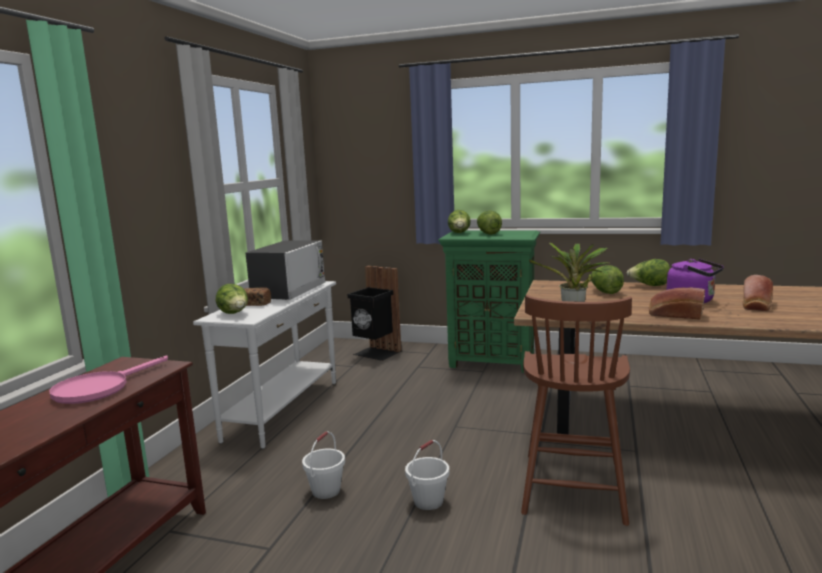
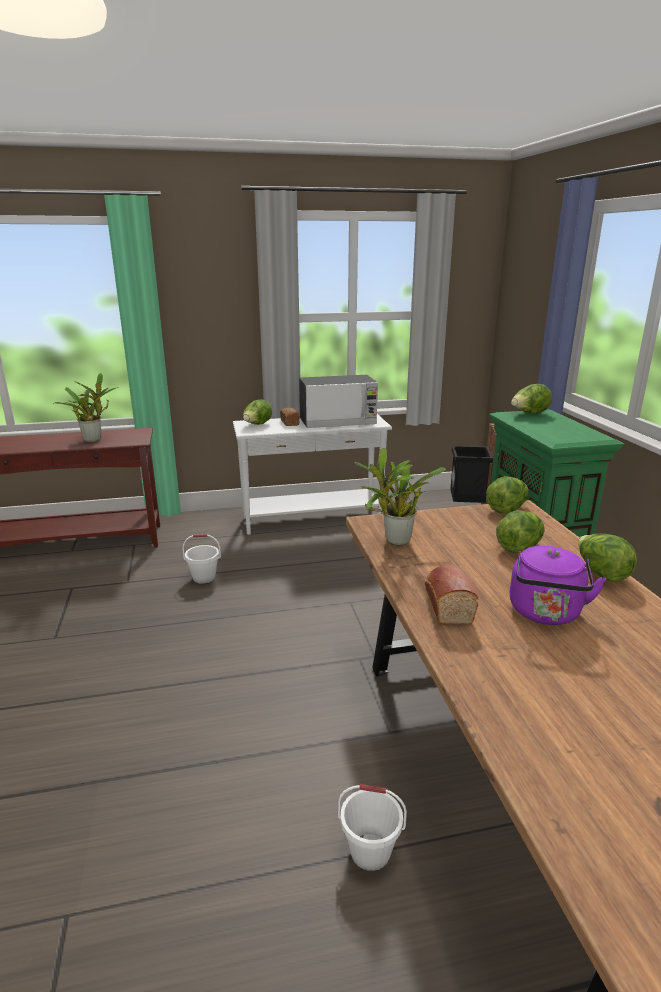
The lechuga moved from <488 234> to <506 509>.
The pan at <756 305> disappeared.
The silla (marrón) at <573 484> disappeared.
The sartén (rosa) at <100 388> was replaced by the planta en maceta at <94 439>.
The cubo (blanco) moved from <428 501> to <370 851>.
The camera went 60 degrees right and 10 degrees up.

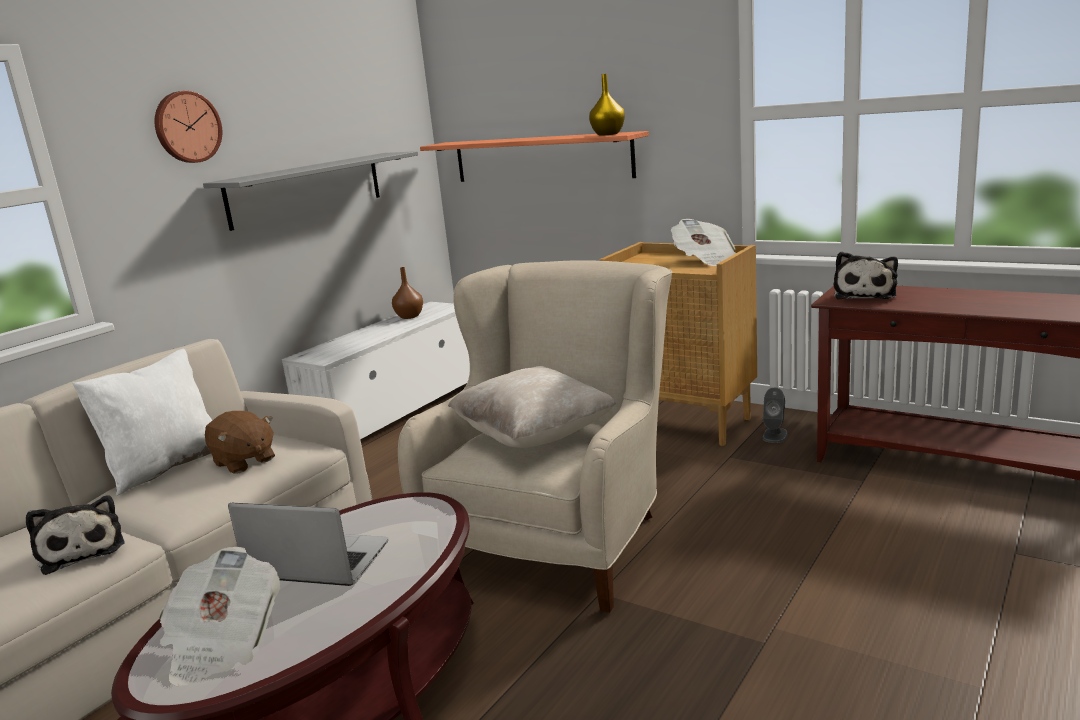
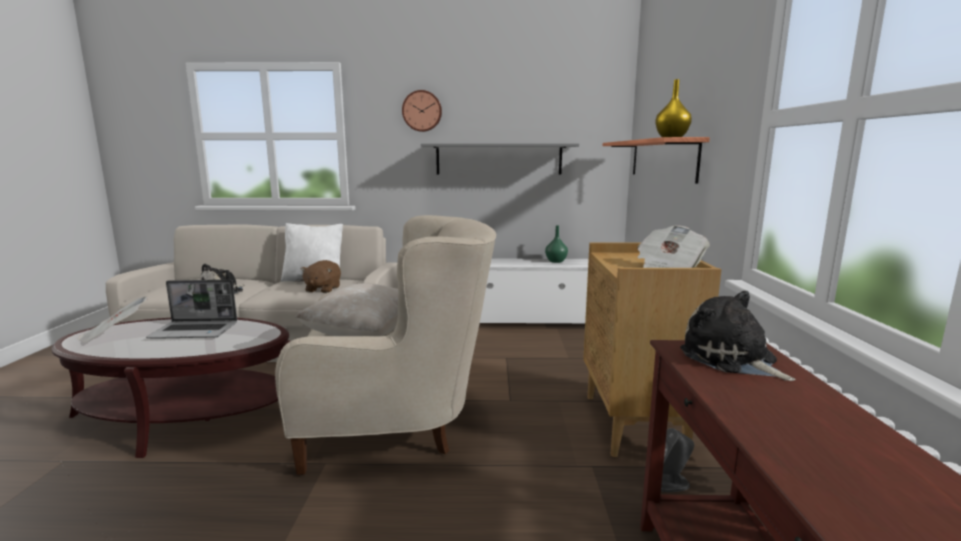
The peluche at <865 294> turned 75 degrees clockwise.
The florero (marrón) at <409 316> became the florero (verde) at <555 261>.
The portátil at <316 562> turned 105 degrees clockwise.
The camera went 55 degrees right and 5 degrees down.

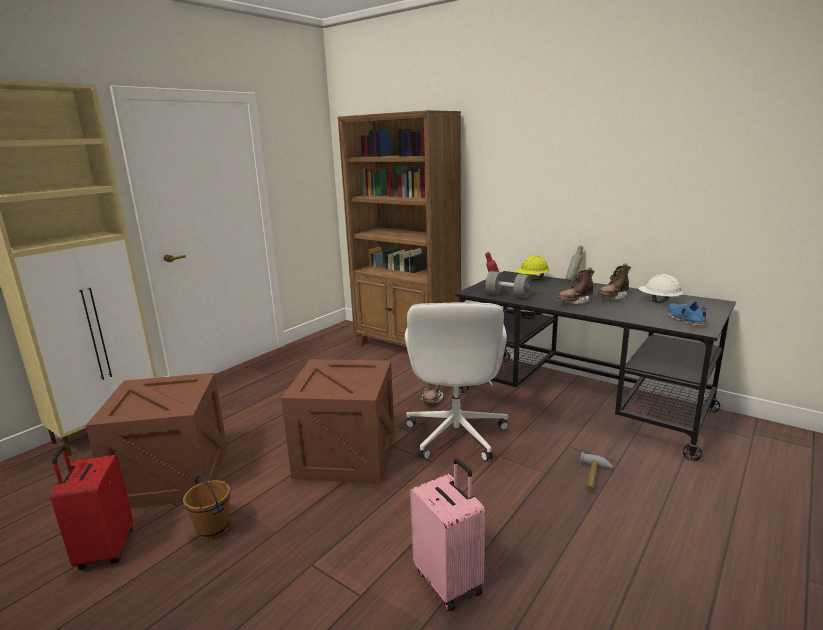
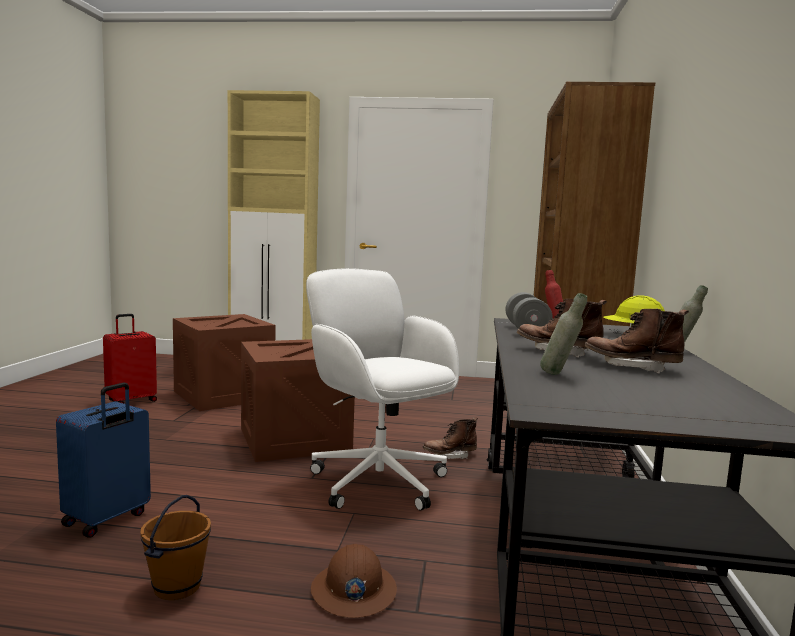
The casco (blanco) at <658 301> disappeared.
The zapato (azul) at <685 320> disappeared.
The silla de oficina (blanco) at <456 435> turned 75 degrees clockwise.
The martillo at <594 477> was replaced by the casco (marrón) at <353 591>.
The maleta (rosa) at <450 581> became the maleta (azul) at <107 519>.
The cubo (marrón) moved from <213 530> to <176 587>.
The botella (gris) at <559 375> appeared.
The camera went 60 degrees right and 10 degrees down.

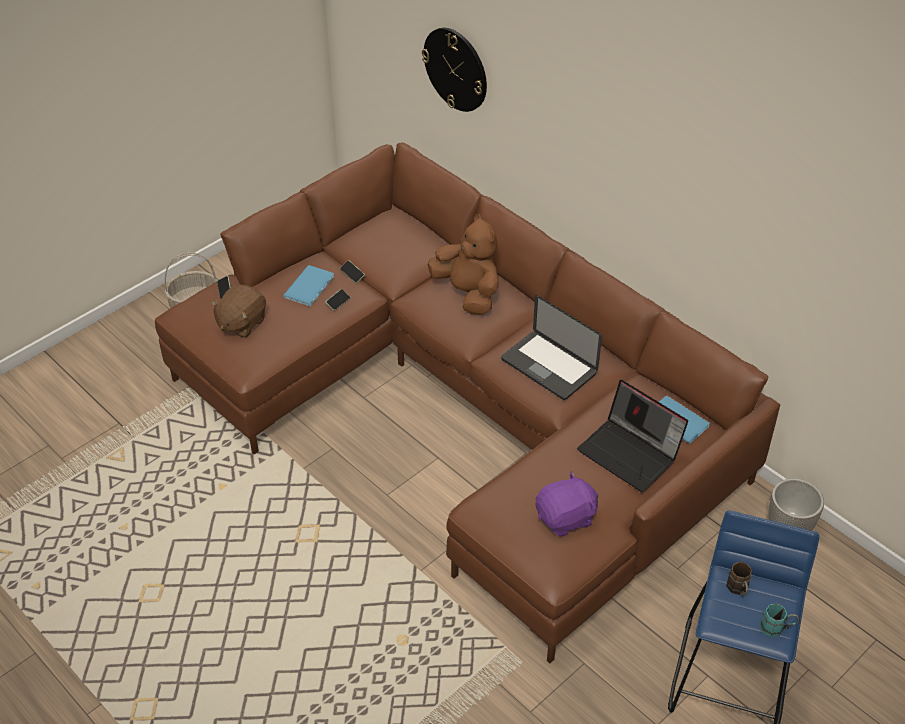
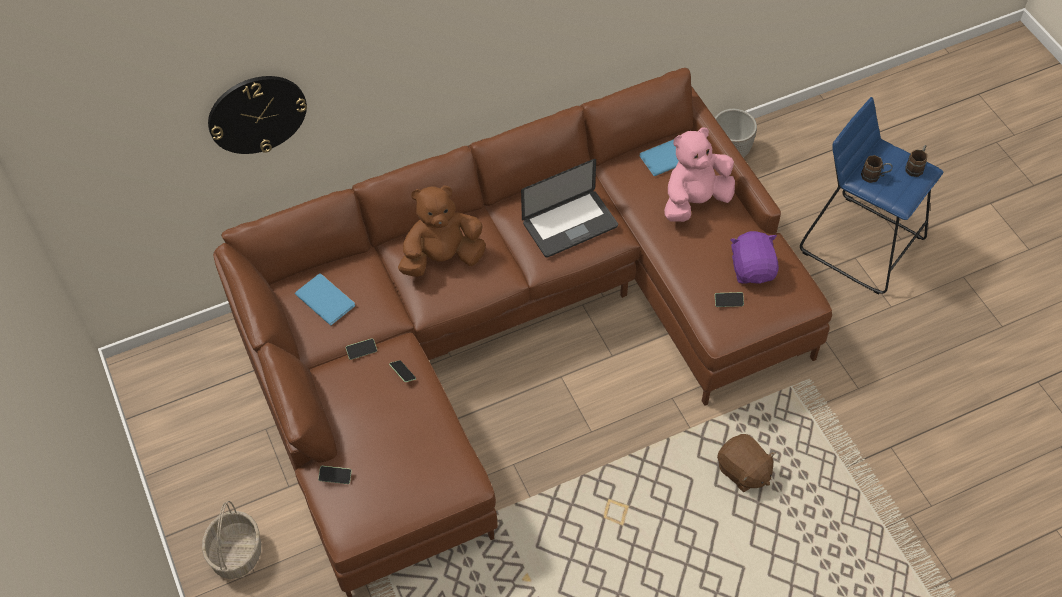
The libro (azul) moved from <311 286> to <325 298>.
The peluche (marrón) moved from <241 323> to <743 471>.
The portátil at <630 453> was replaced by the peluche (rosa) at <695 201>.
The taza grande (turquesa) at <777 628> became the taza grande (marrón) at <916 167>.
The móvil at <728 302> appeared.
The camera went 70 degrees left and 10 degrees up.

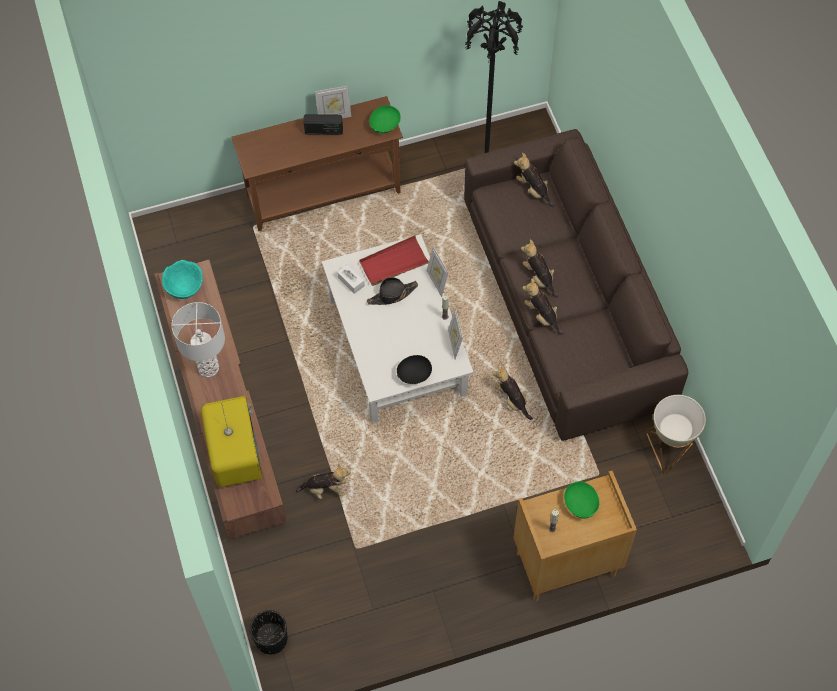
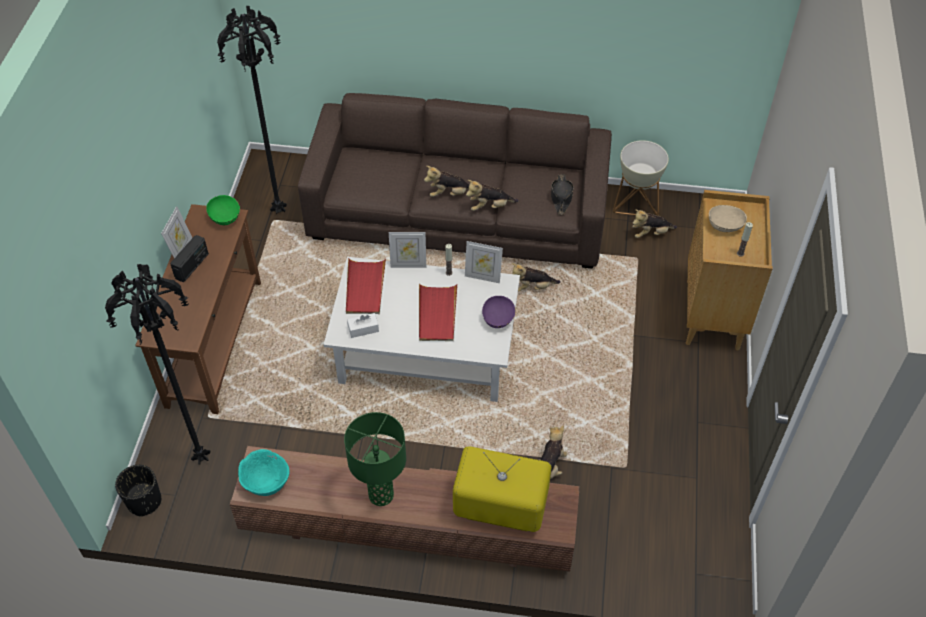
The peluche moved from <533 190> to <650 233>.
The sombrero (negro) moved from <392 295> to <561 197>.
The lámpara de mesa (blanco) at <208 368> became the lámpara de mesa (verde) at <381 495>.
The cuenco (negro) at <414 375> became the cuenco (morado) at <498 319>.
The cuenco (verde) at <581 504> became the cuenco (beis) at <725 225>.
The maceta (negro) moved from <271 639> to <144 501>.
The lámpara de pie (negro) at <201 460> appeared.
The bandeja (rojo) at <437 314> appeared.
The camera went 65 degrees left and 10 degrees down.

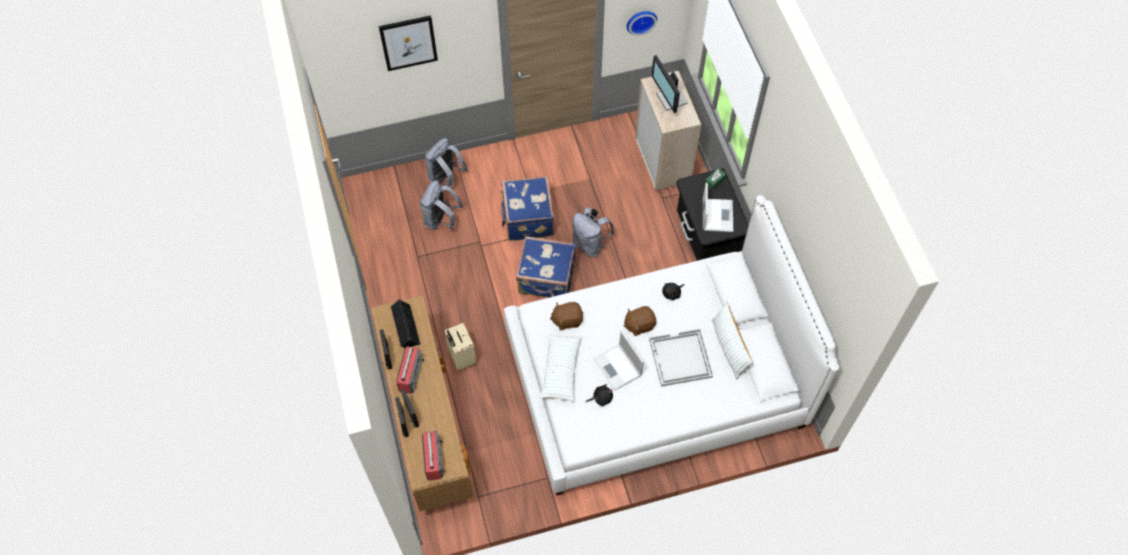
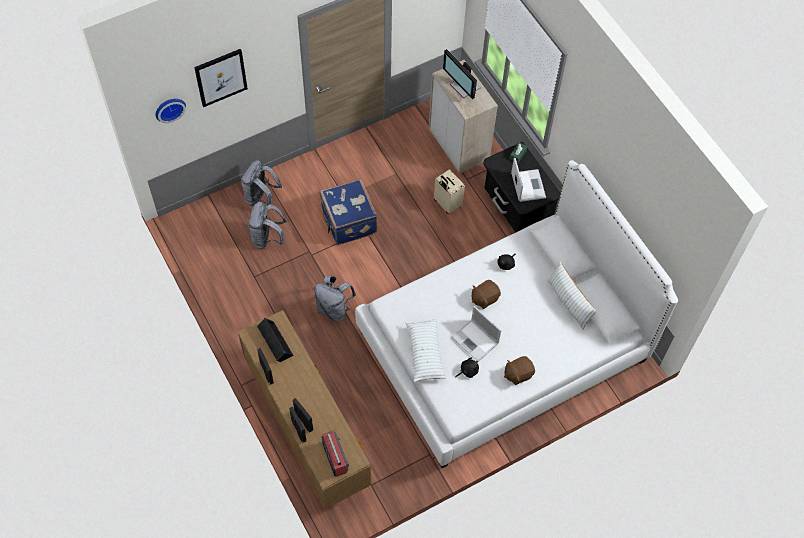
The reloj de pared moved from <640 20> to <169 108>.
The mochila (gris) moved from <590 244> to <334 309>.
The maleta (azul) at <546 279> disappeared.
The peluche (marrón) moved from <567 320> to <518 374>.
The maleta (beis) moved from <461 357> to <446 204>.
The bandeja (blanco) at <680 359> disappeared.
The radio at <411 374> disappeared.
The camera went 15 degrees left and 0 degrees up.

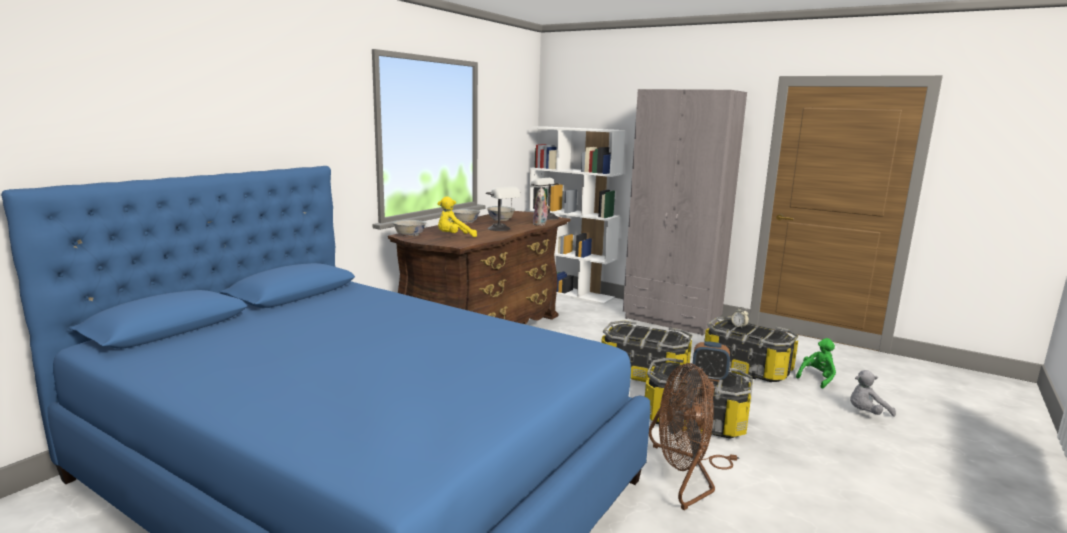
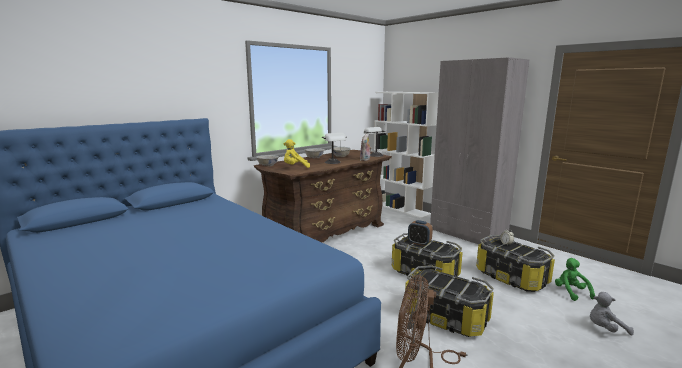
The peluche (verde) at <817 378> turned 75 degrees counterclockwise.
The despertador moved from <709 377> to <419 243>.
The camera went 15 degrees right and 0 degrees up.

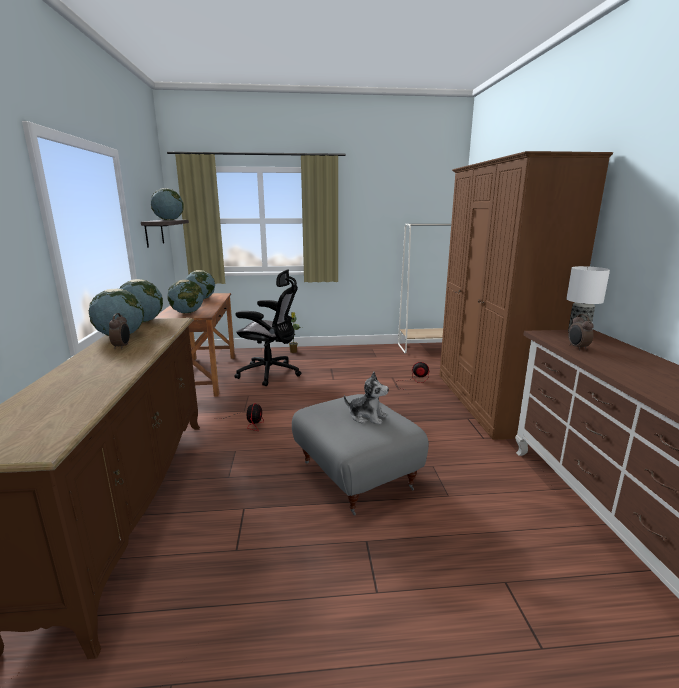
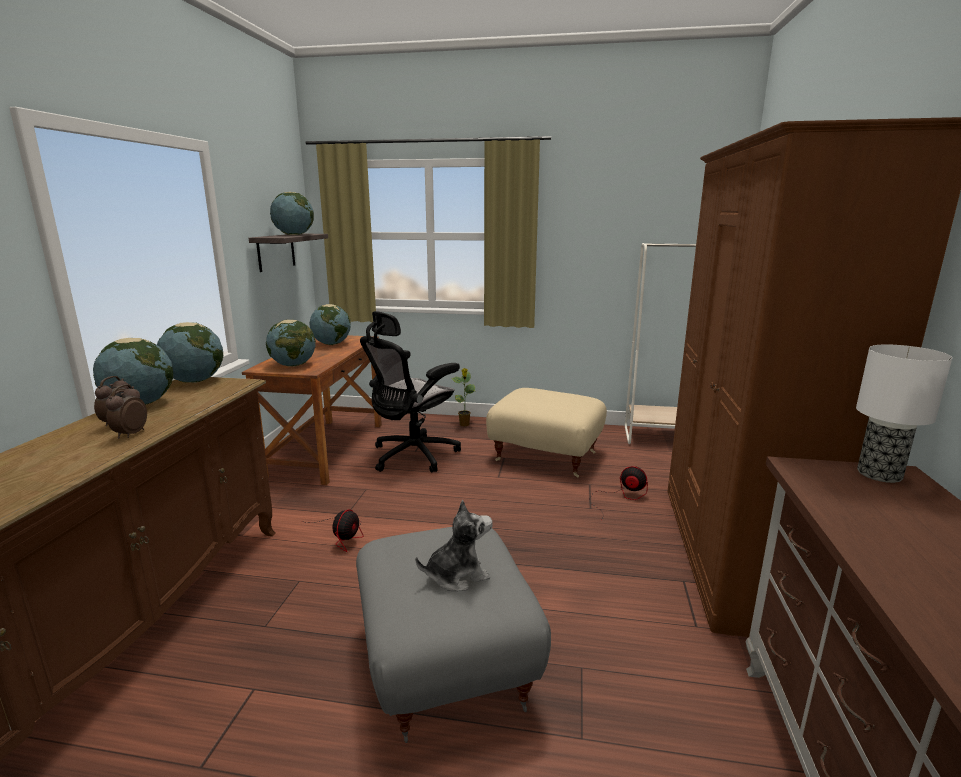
The silla de oficina at <269 373> turned 105 degrees clockwise.
The despertador moved from <577 348> to <130 434>.
The peluche at <367 417> turned 60 degrees counterclockwise.
The puf (beis) at <546 456> appeared.
The camera went 15 degrees right and 0 degrees up.

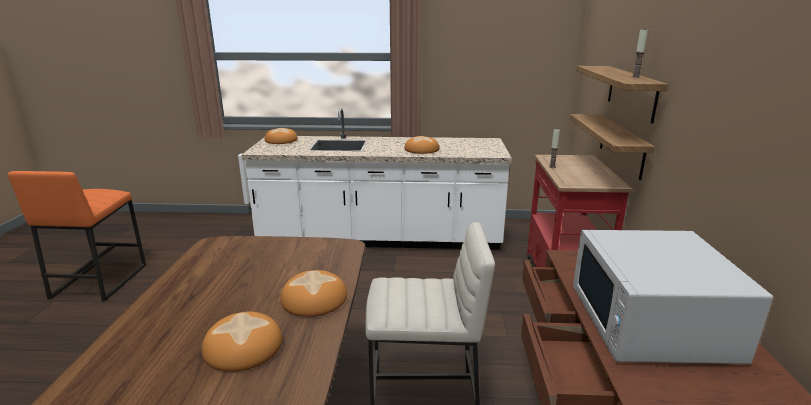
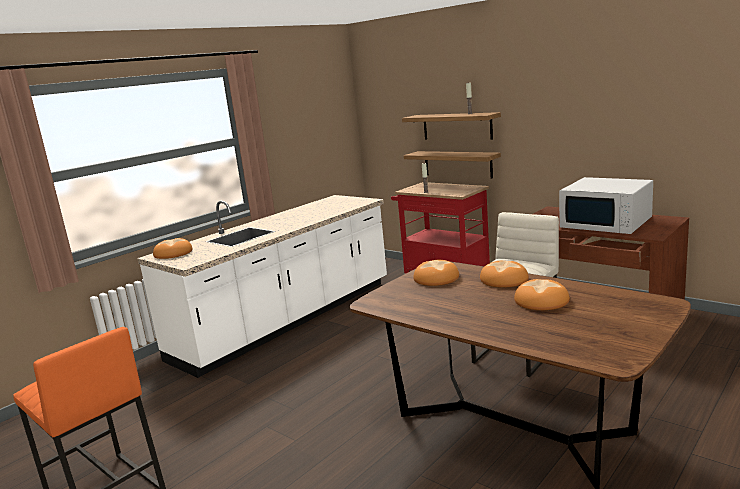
The pan moved from <422 149> to <436 278>.
The camera went 50 degrees left and 5 degrees down.

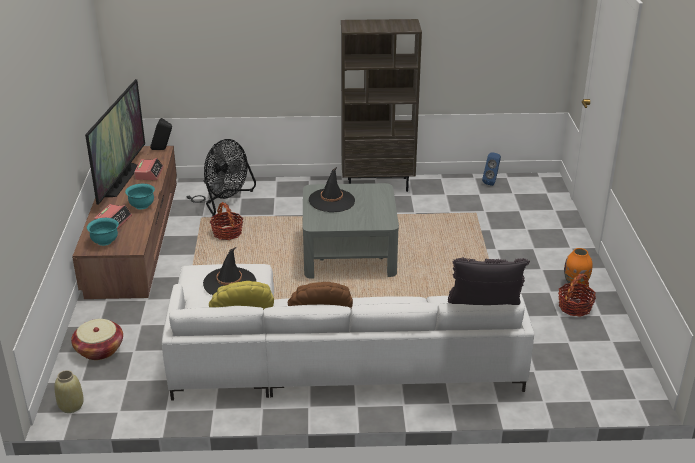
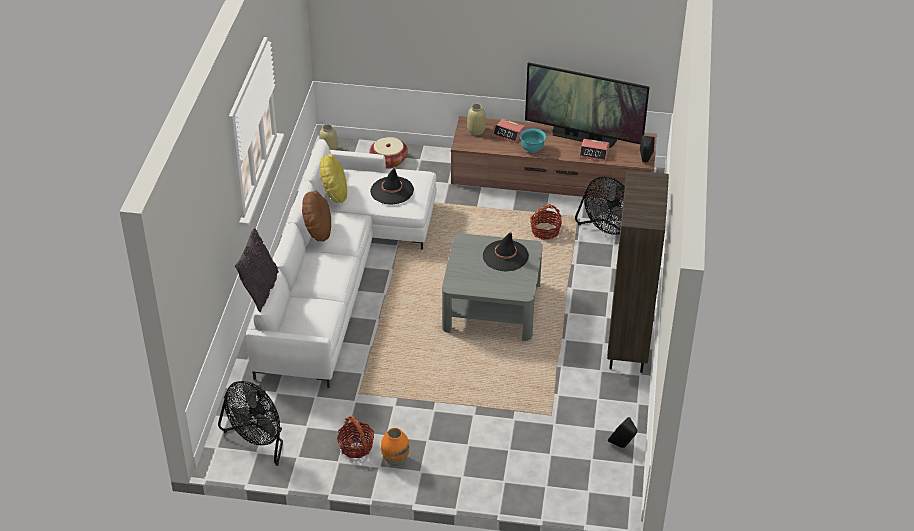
The altavoz (azul) at <492 182> became the altavoz (negro) at <622 446>.
The cuenco (turquesa) at <105 241> was replaced by the florero (beis) at <476 130>.
The ventilador (negro) at <259 438> appeared.
The camera went 100 degrees right and 10 degrees up.

